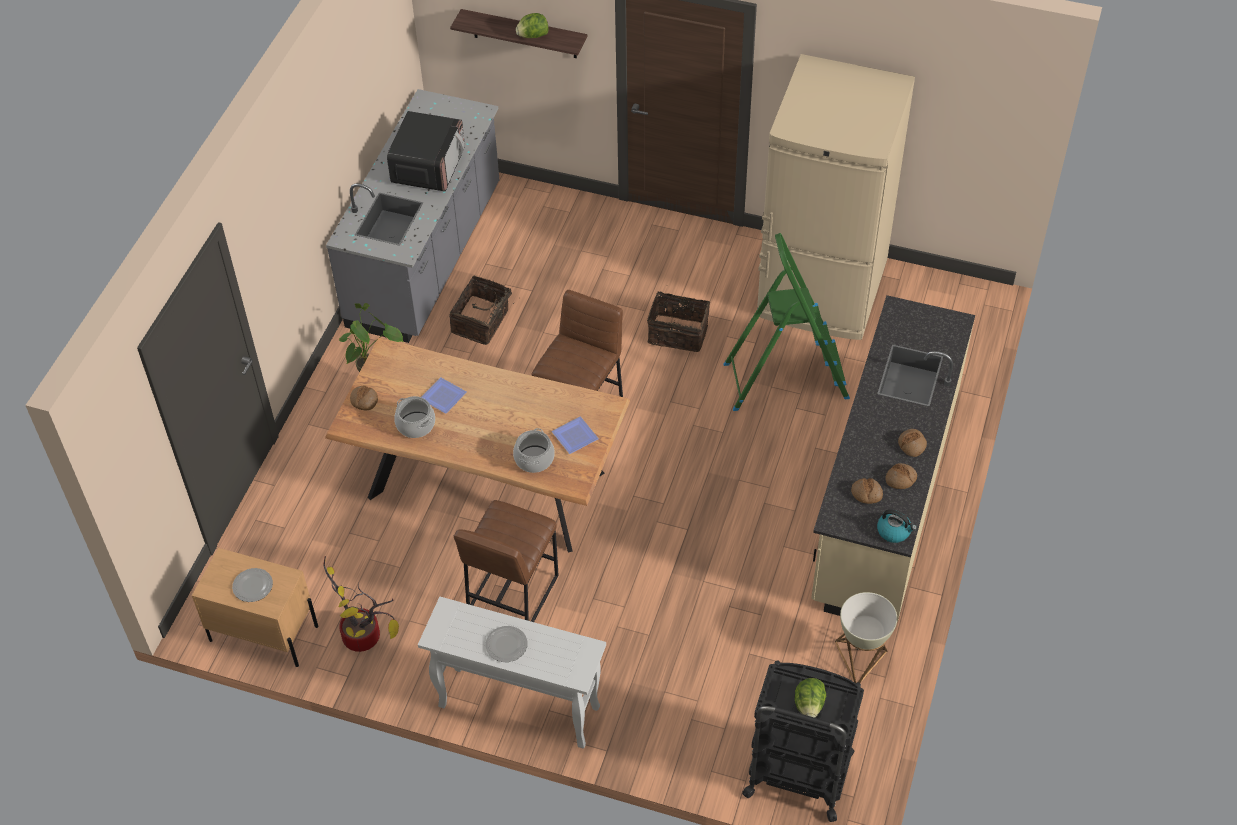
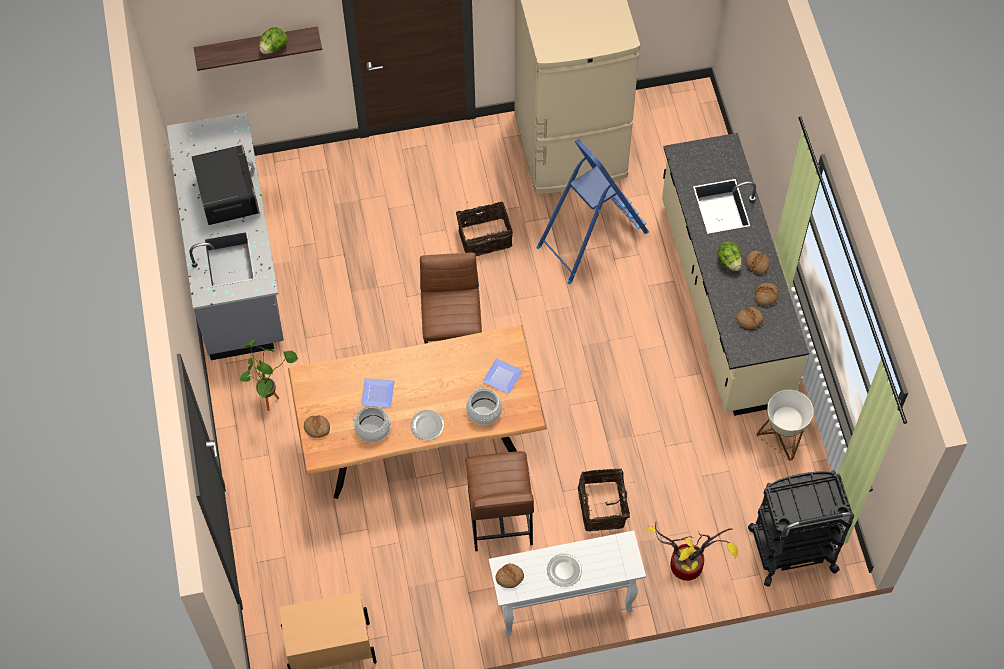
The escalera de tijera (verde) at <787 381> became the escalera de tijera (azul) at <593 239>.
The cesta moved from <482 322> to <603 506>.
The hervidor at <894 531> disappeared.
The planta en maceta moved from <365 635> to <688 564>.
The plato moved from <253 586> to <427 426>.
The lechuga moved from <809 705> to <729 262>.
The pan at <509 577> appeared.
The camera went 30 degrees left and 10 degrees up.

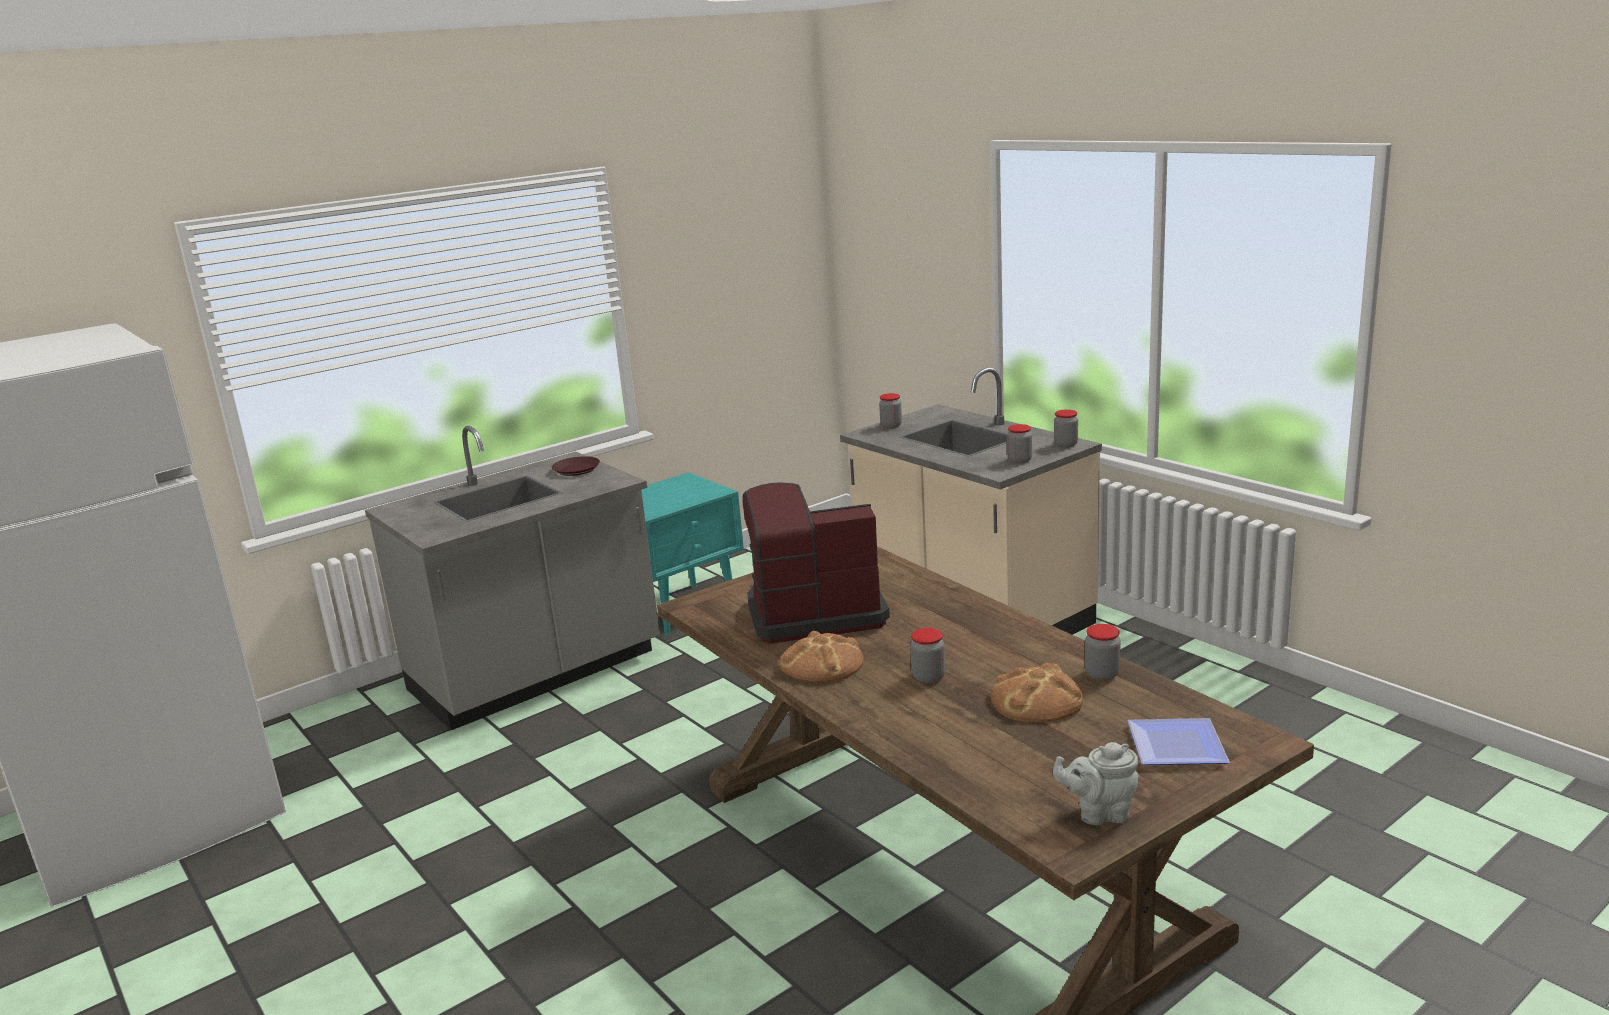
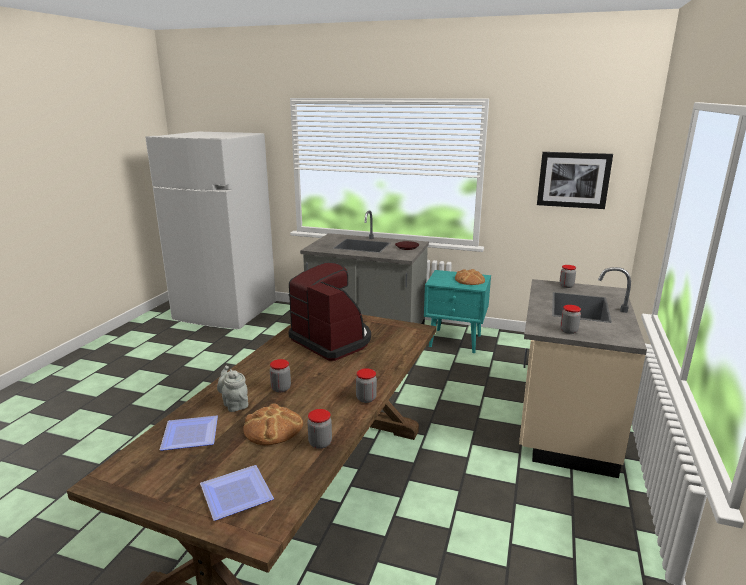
The tarro moved from <1065 445> to <366 398>.
The pan moved from <822 663> to <469 280>.
The tetera (gris) moved from <1099 813> to <234 404>.
The cuadro at <573 180> appeared.
The plato at <192 434> appeared.
The camera went 55 degrees right and 0 degrees up.

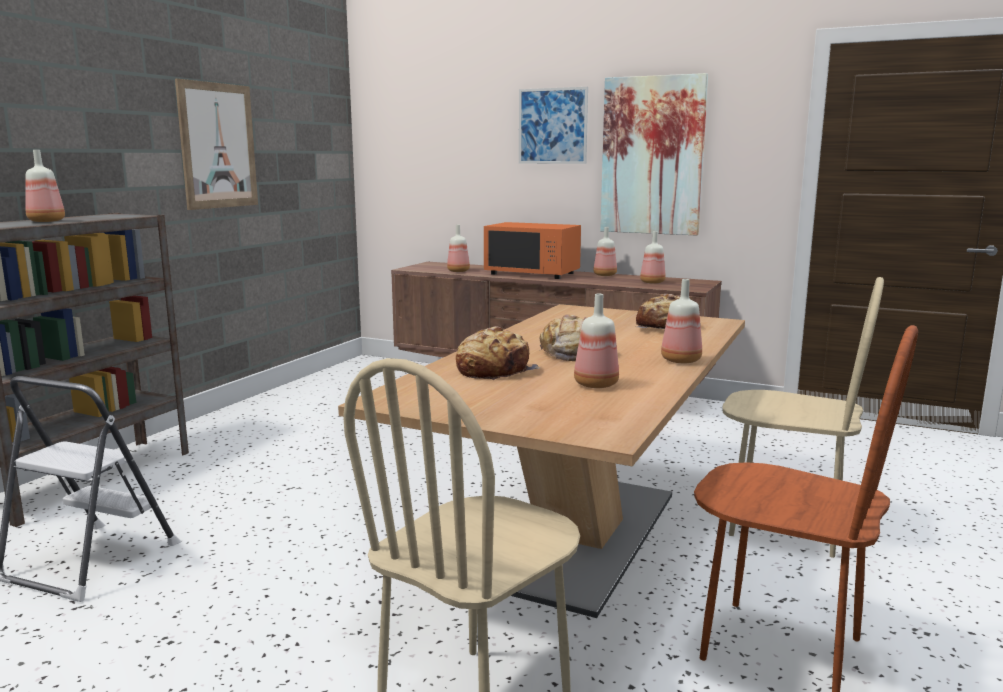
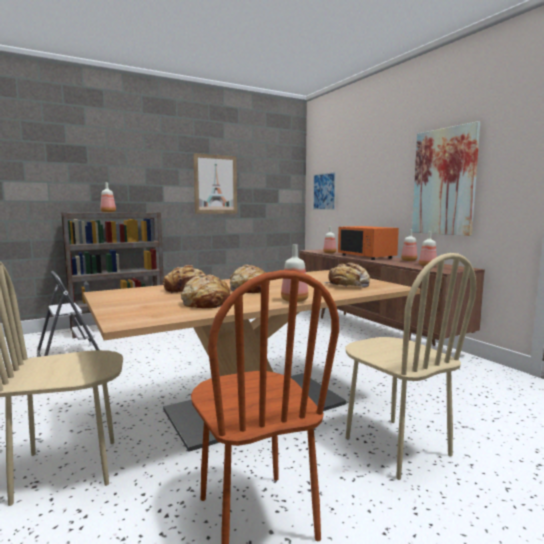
The cuadro moved from <552 126> to <324 191>.
The botella at <596 385> was replaced by the pan at <206 303>.
The camera went 35 degrees right and 5 degrees down.

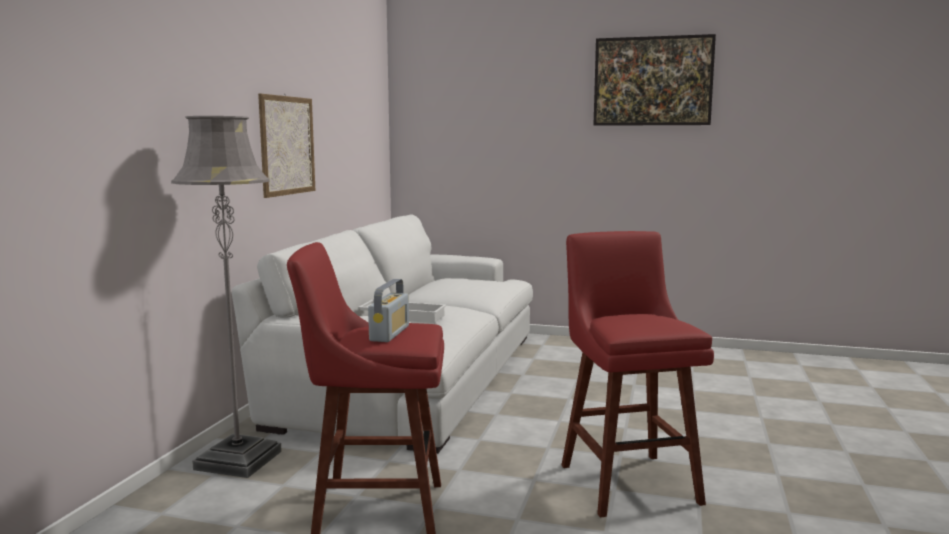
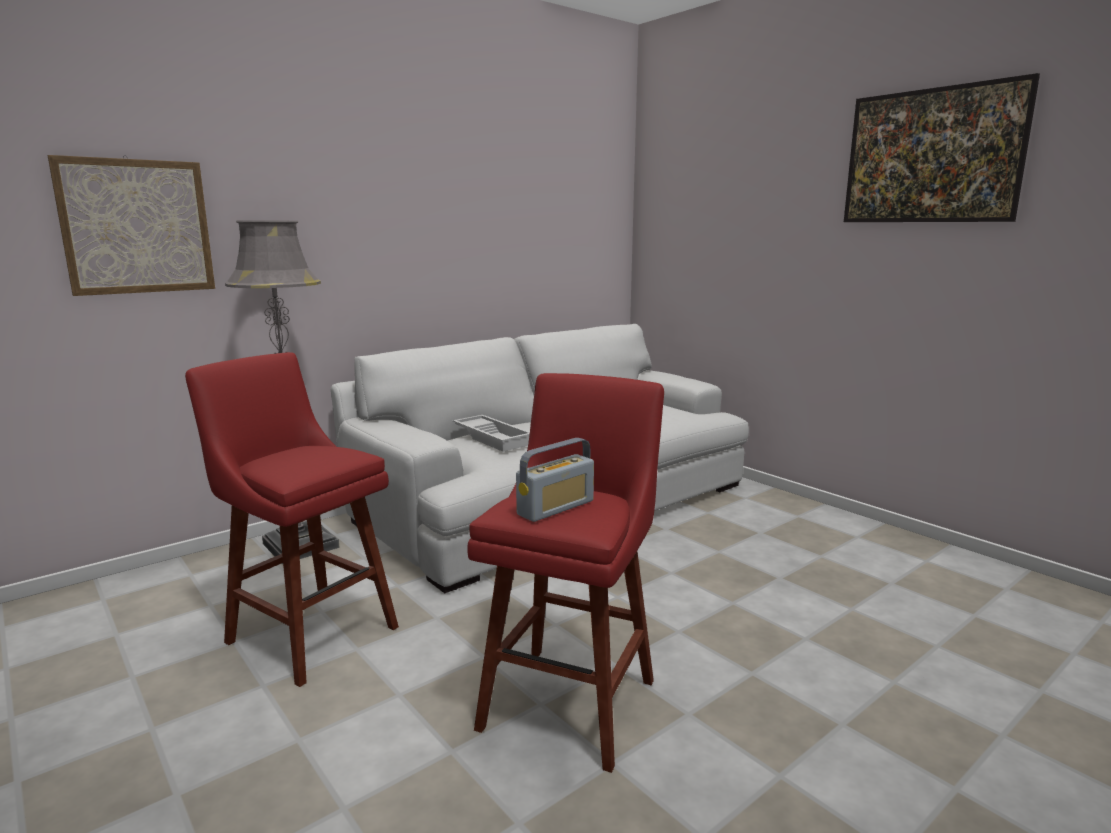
The cuadro moved from <287 144> to <137 225>.
The radio moved from <389 333> to <556 508>.
The camera went 35 degrees right and 5 degrees up.

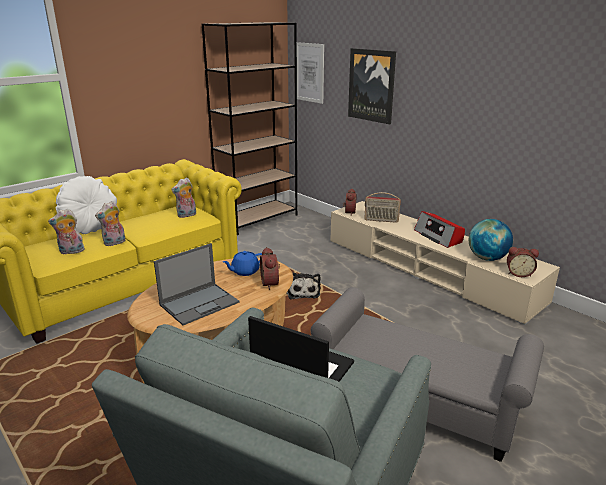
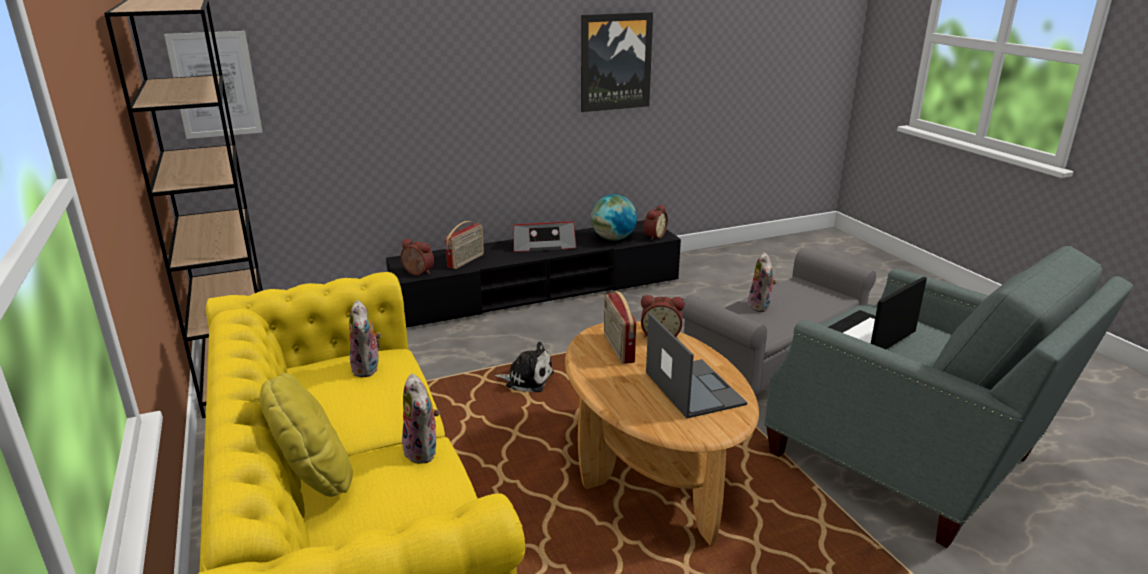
The cuadro moved from <371 85> to <615 62>.
The cojín (blanco) at <91 229> became the cojín (amarillo) at <315 482>.
The mueble de televisión (beis) at <428 270> became the mueble de televisión (negro) at <539 291>.
The peluche moved from <71 252> to <761 306>.
The tetera (azul) at <244 271> was replaced by the radio at <617 348>.
The camera went 70 degrees left and 0 degrees up.

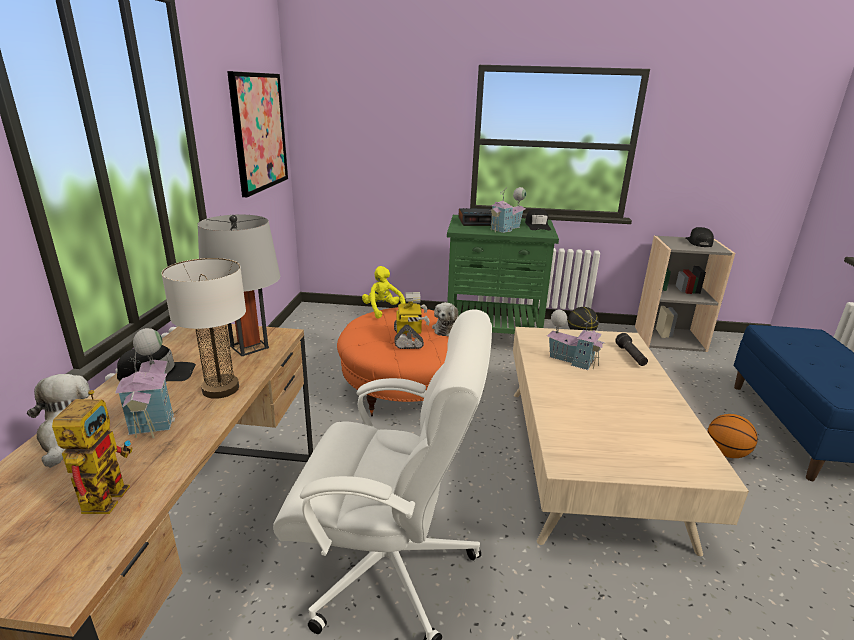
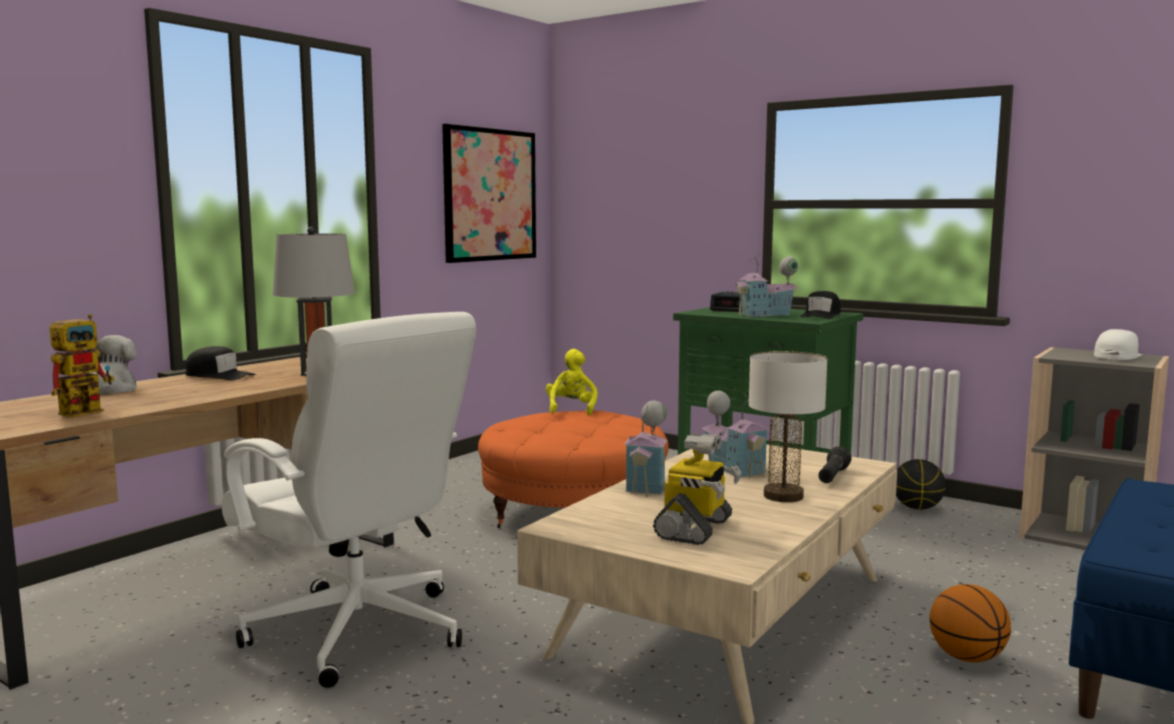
The gorra (negro) at <698 242> became the gorra (blanco) at <1117 356>.
The lámpara de mesa moved from <221 389> to <784 496>.
The robot de juguete moved from <409 339> to <695 529>.
The peluche at <447 329> disappeared.
The casita moved from <155 415> to <648 484>.
The camera went 30 degrees right and 15 degrees down.

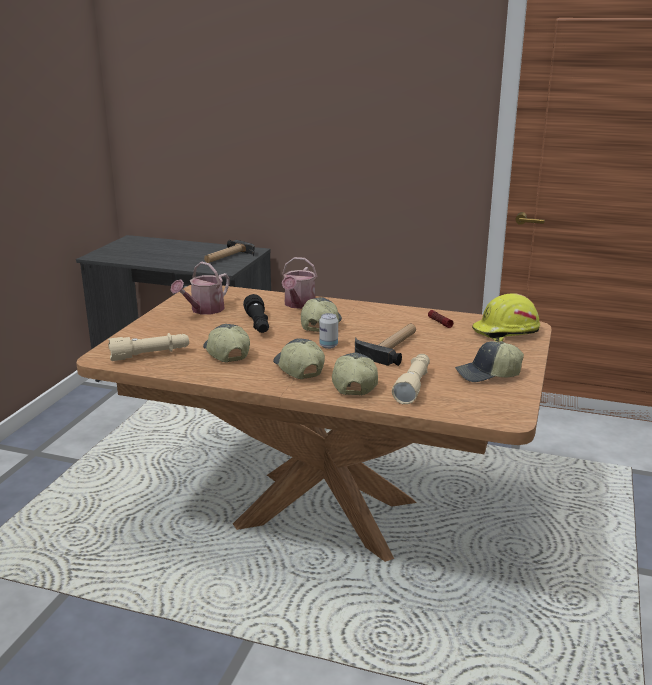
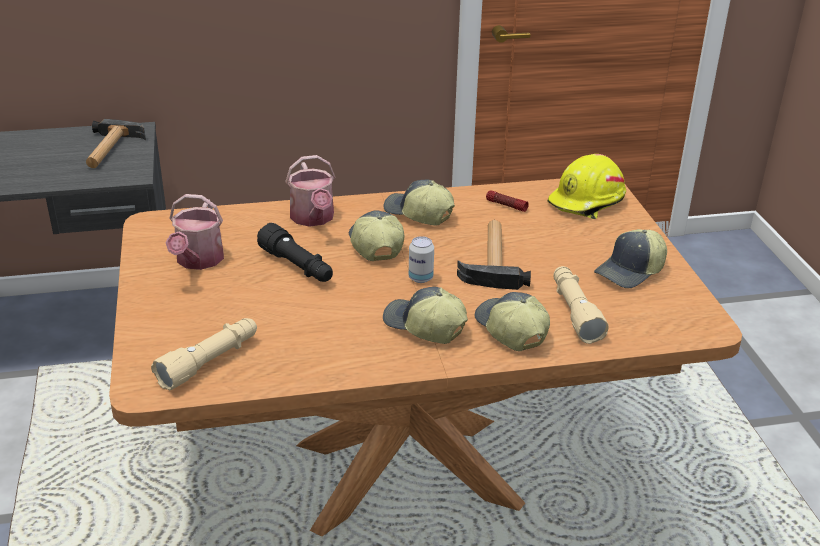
The gorra moved from <225 353> to <418 214>.
The camera went 30 degrees left and 10 degrees up.

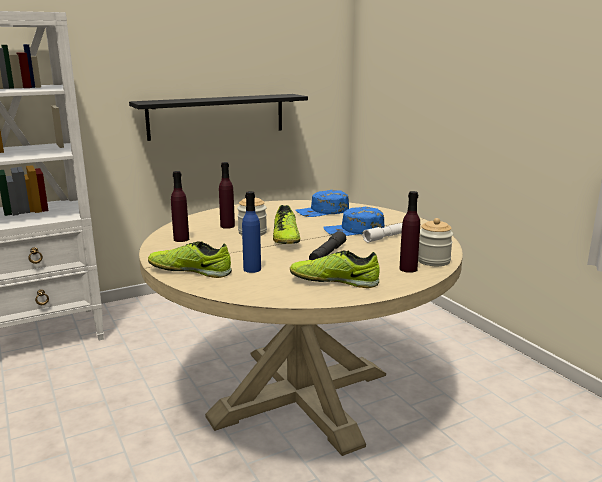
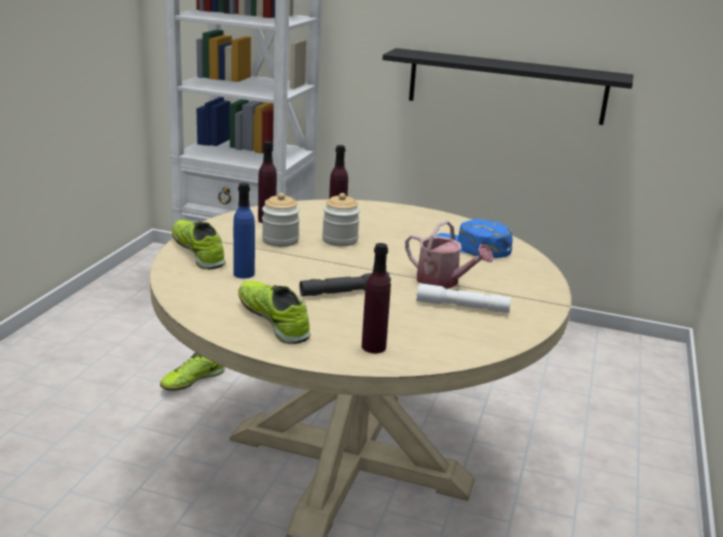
The zapato moved from <285 239> to <192 380>.
The gorra (azul) at <354 230> was replaced by the regadera at <443 282>.
The tarro moved from <433 261> to <280 240>.
The camera went 45 degrees right and 5 degrees up.

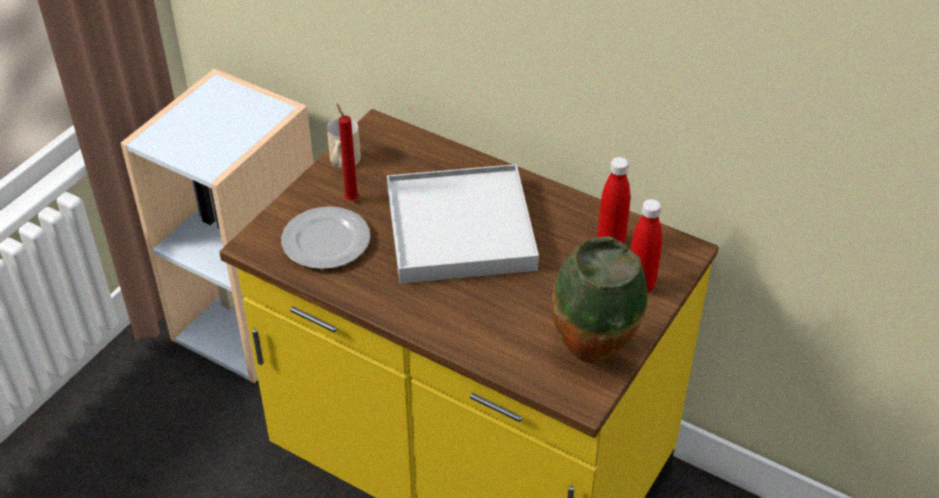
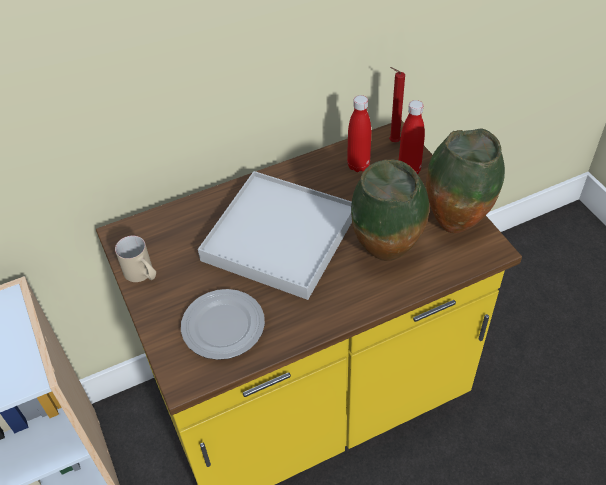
The vela (rojo) moved from <350 198> to <392 142>.
The florero at <386 257> appeared.
The camera went 55 degrees left and 5 degrees up.

